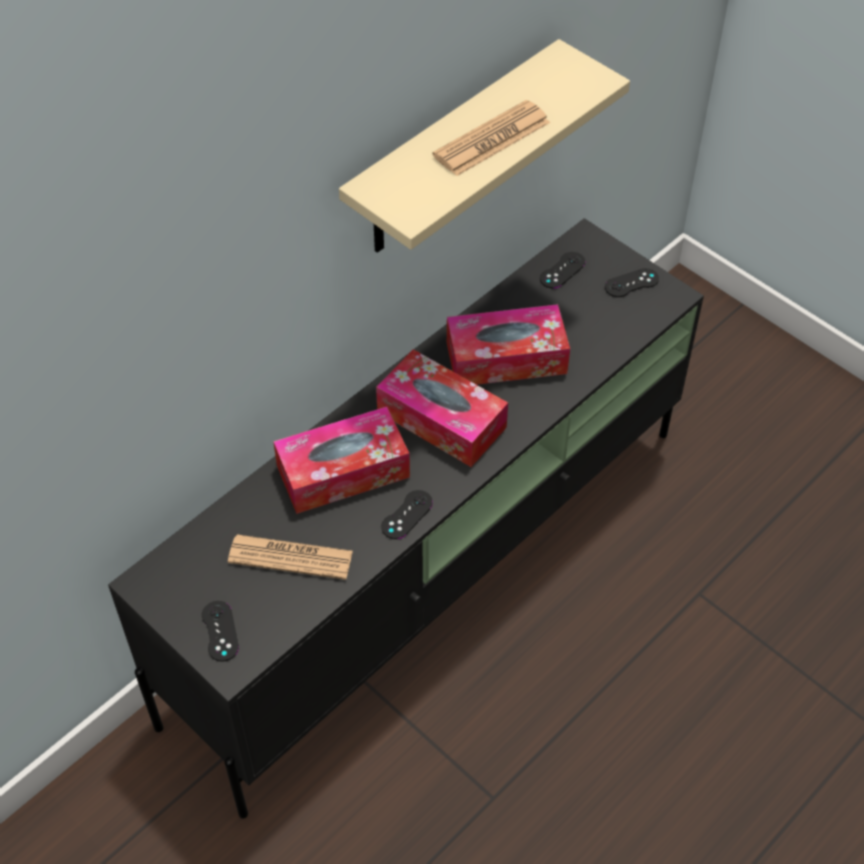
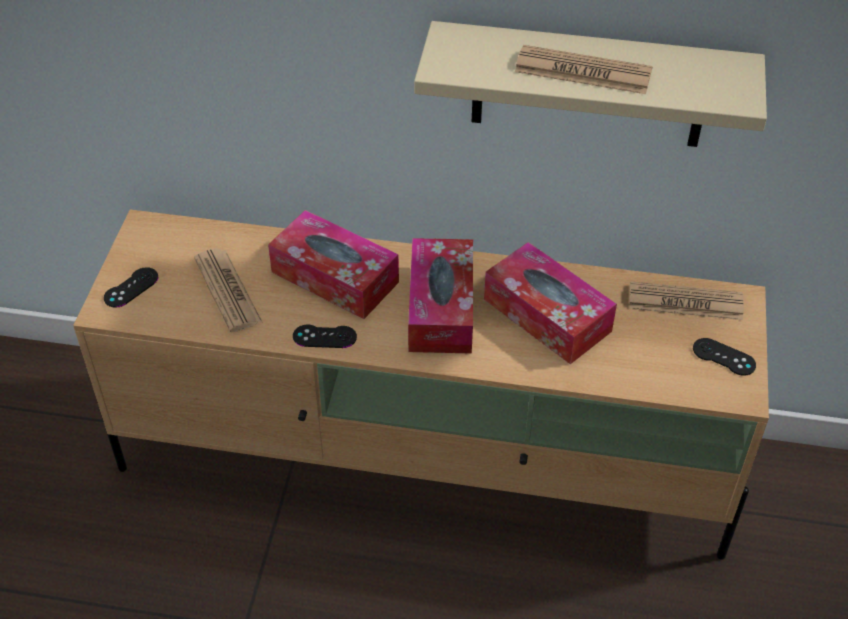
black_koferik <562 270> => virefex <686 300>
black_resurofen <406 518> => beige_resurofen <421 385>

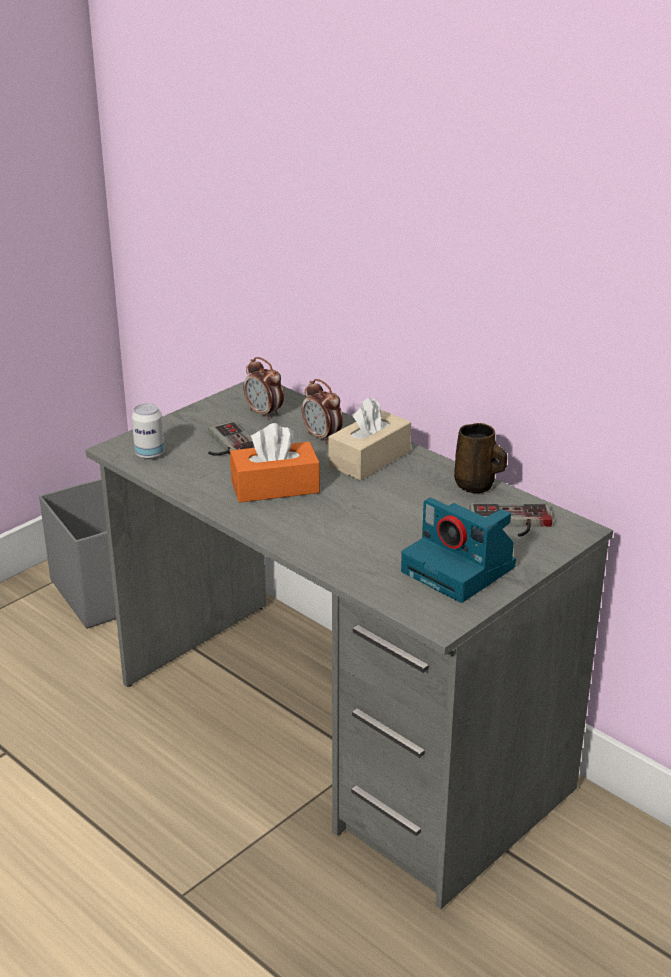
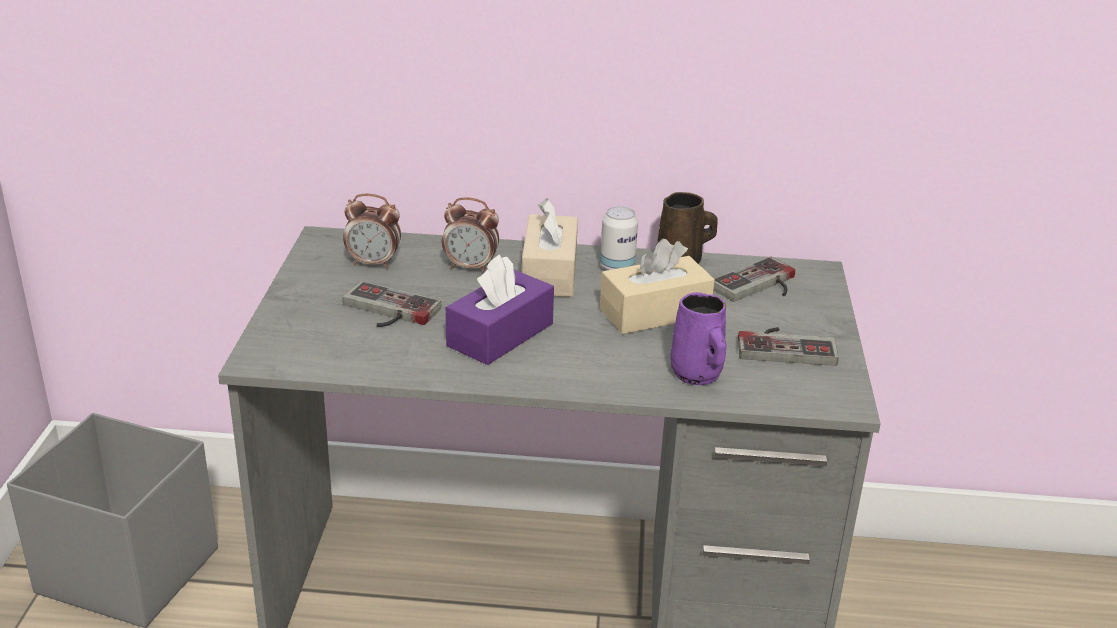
nothing => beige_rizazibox <657 286>
nothing => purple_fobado <698 338>
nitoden <148 431> => nitoden <619 238>, move
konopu <458 550> => koferik <788 346>
orange_rizazibox <275 463> => purple_rizazibox <500 309>

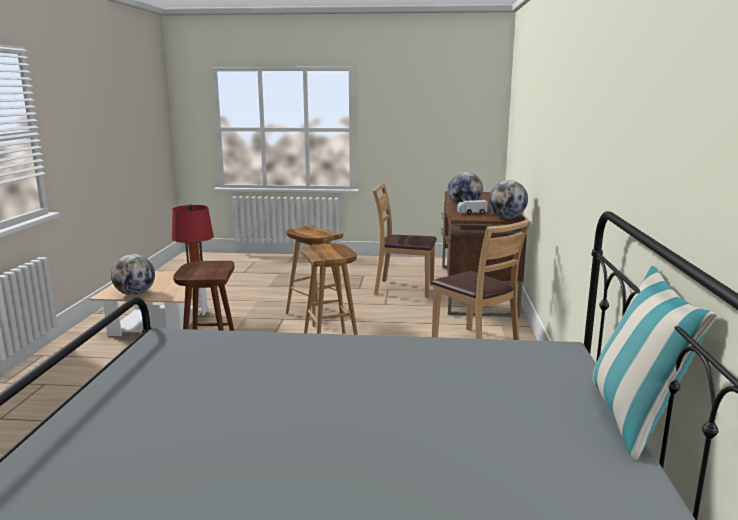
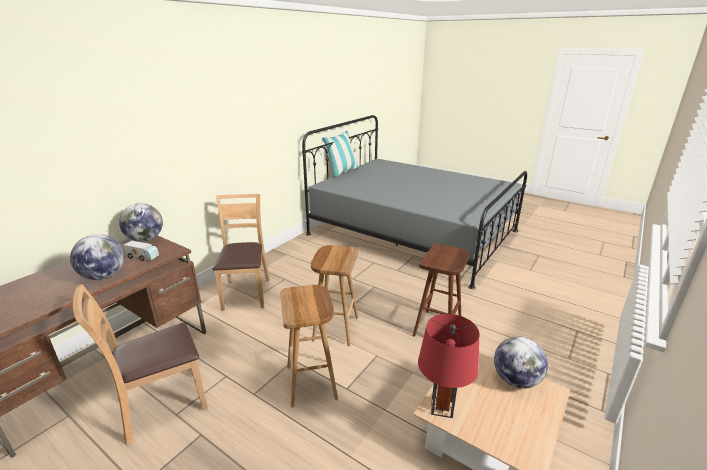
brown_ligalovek <405 241> => brown_ligalovek <140 365>, 105 degrees clockwise

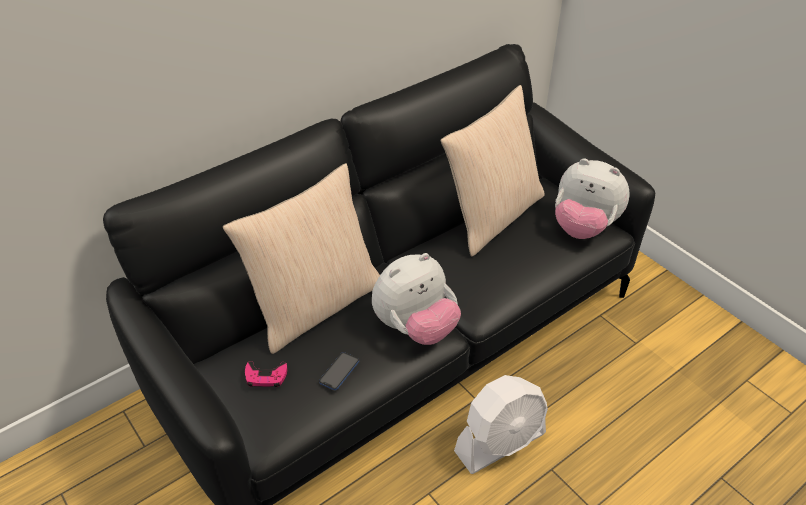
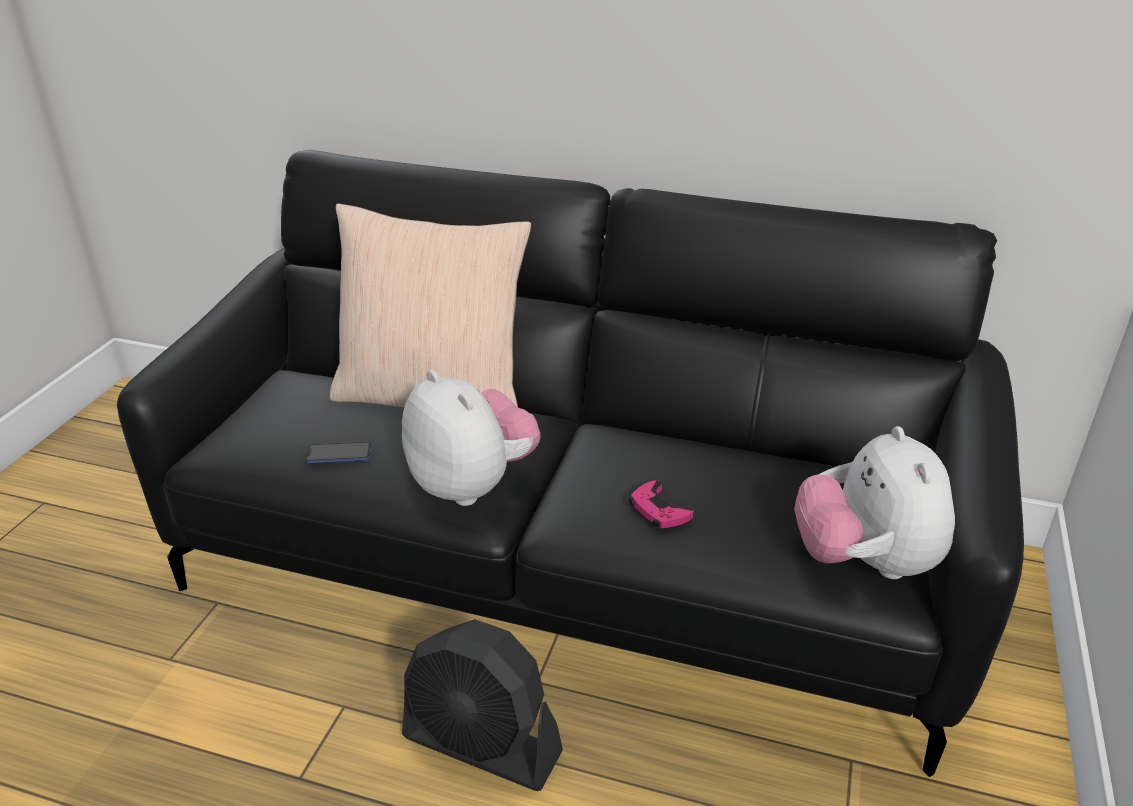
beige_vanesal <493 171> => nothing
pink_koferik <266 374> => pink_koferik <661 504>, move
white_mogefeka <501 424> => black_mogefeka <482 705>
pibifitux <416 299> => pibifitux <471 438>, 150 degrees counterclockwise

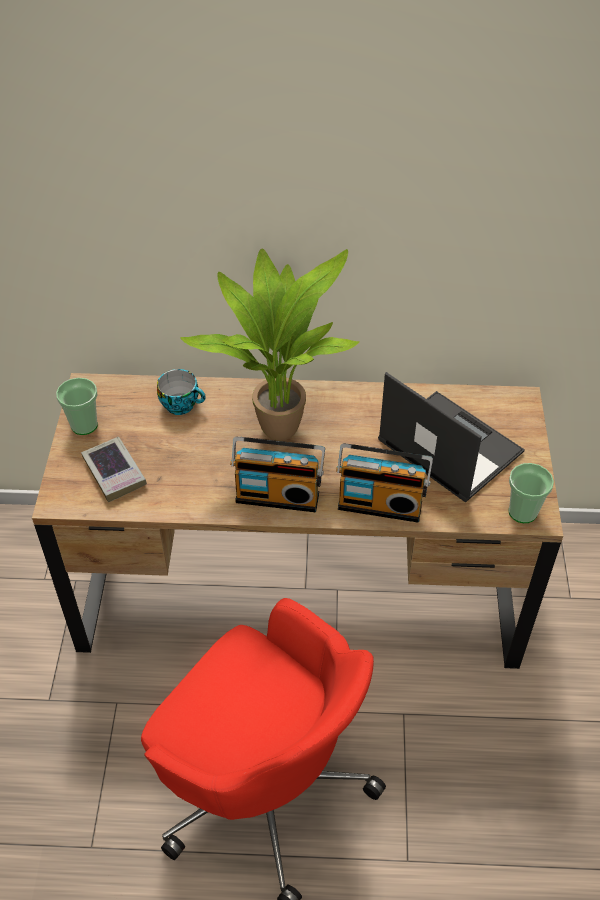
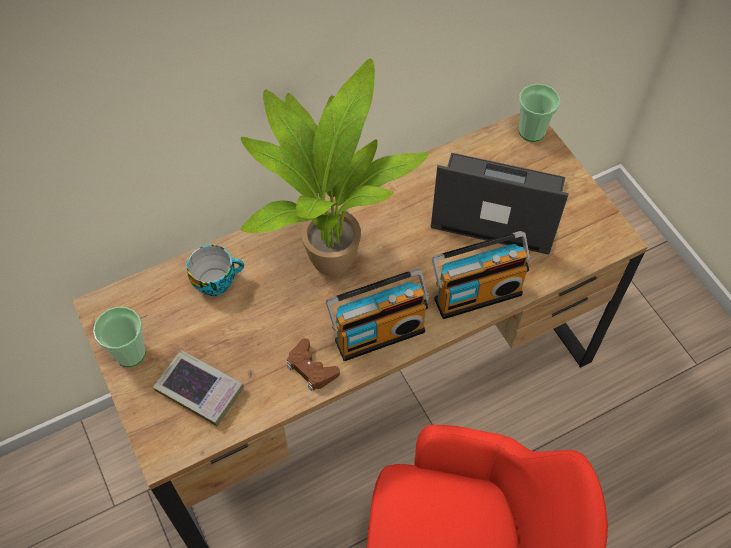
nothing => brown_koferik <313 364>
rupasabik <531 493> => rupasabik <539 113>, move

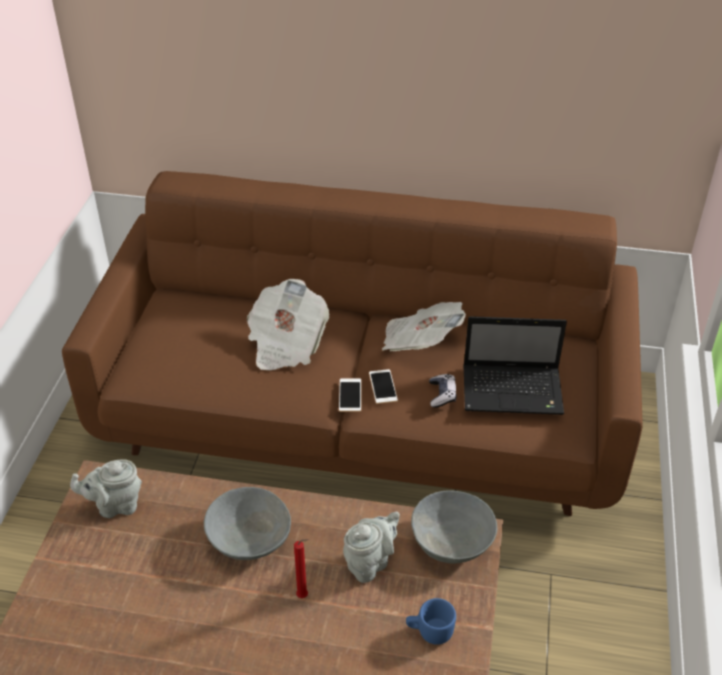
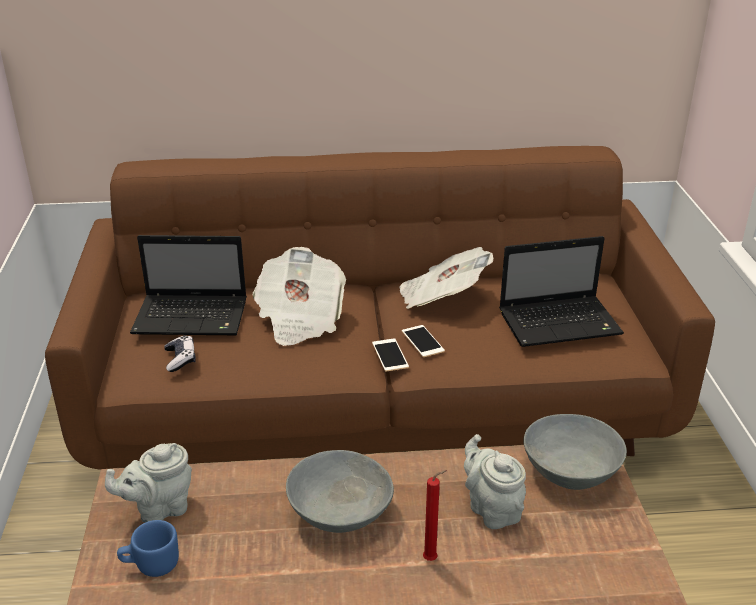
nothing => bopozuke <188 285>
blue_fobado <431 621> => blue_fobado <148 548>, move
koferik <443 391> => koferik <180 353>, move
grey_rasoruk <371 547> => grey_rasoruk <495 481>, 60 degrees counterclockwise

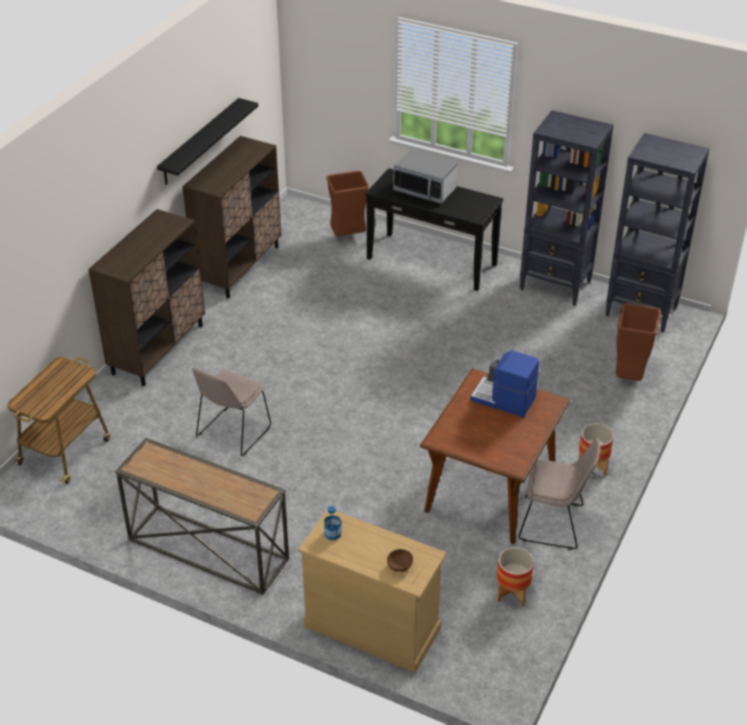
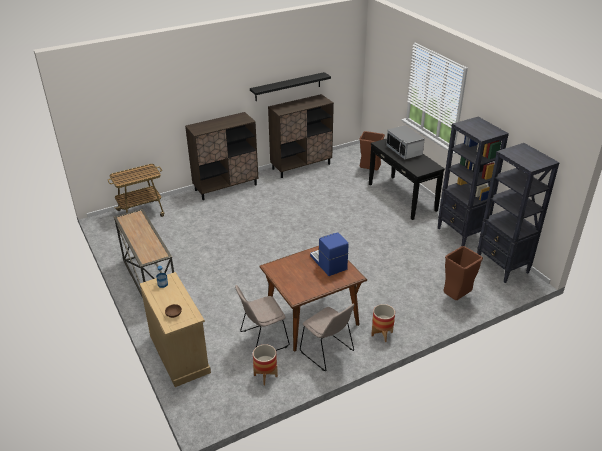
beige_ligalovek <231 411> => beige_ligalovek <262 318>, move

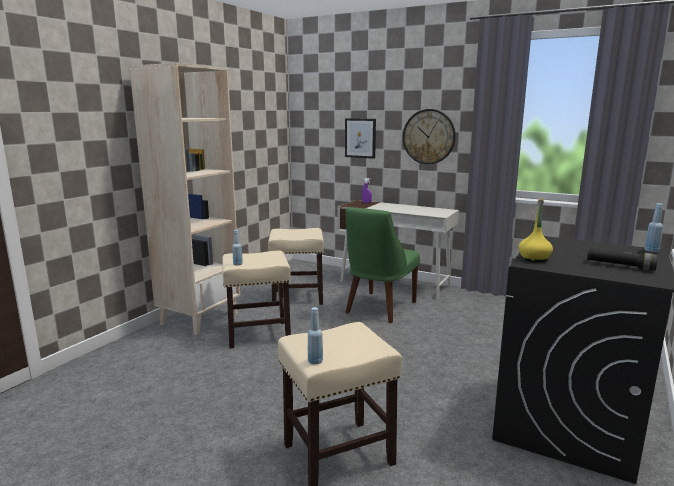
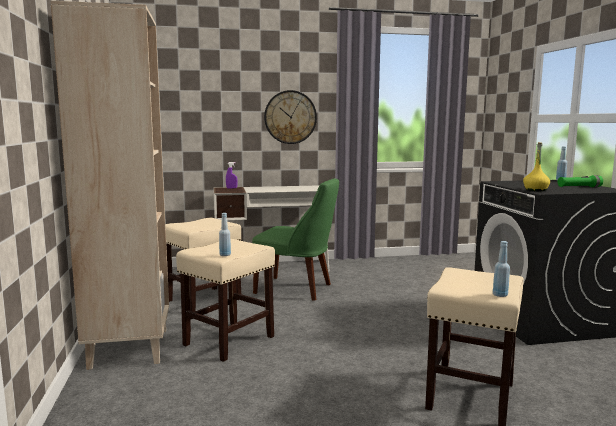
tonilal <360 138> => nothing
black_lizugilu <622 259> => green_lizugilu <580 181>
green_ligalovek <382 265> => green_ligalovek <295 239>, 60 degrees counterclockwise

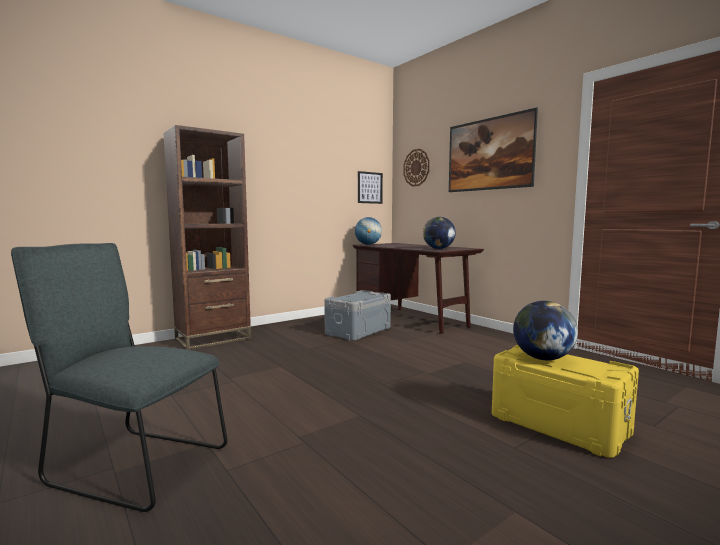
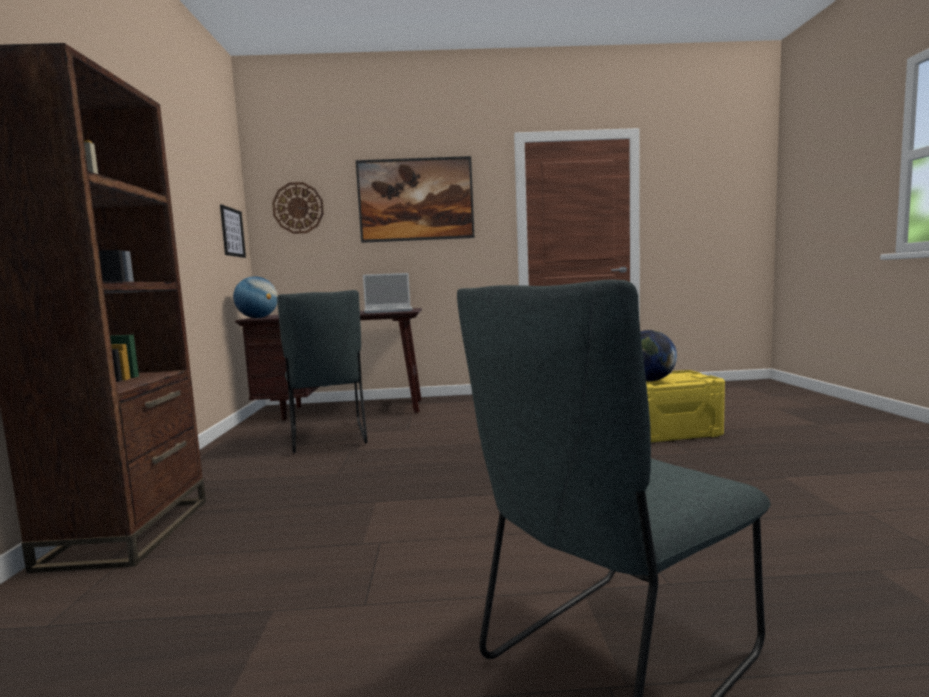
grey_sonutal <357 315> => grey_ligalovek <322 371>
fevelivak <439 233> => bopozuke <388 293>

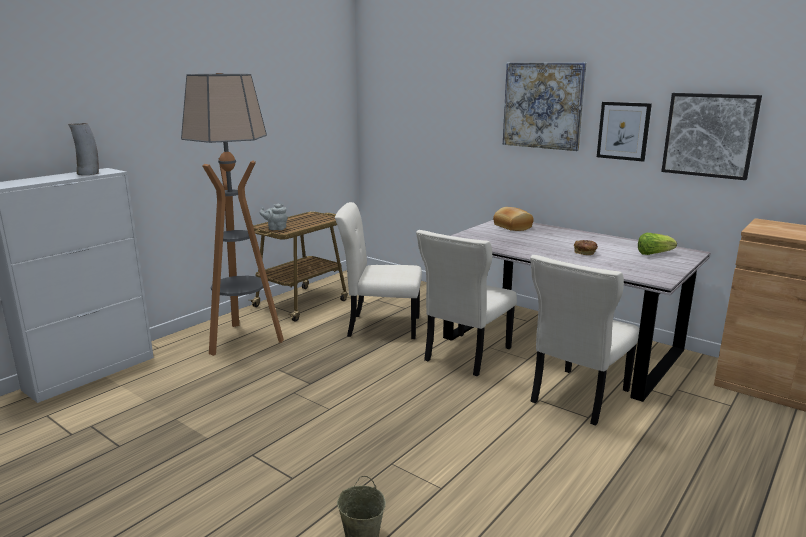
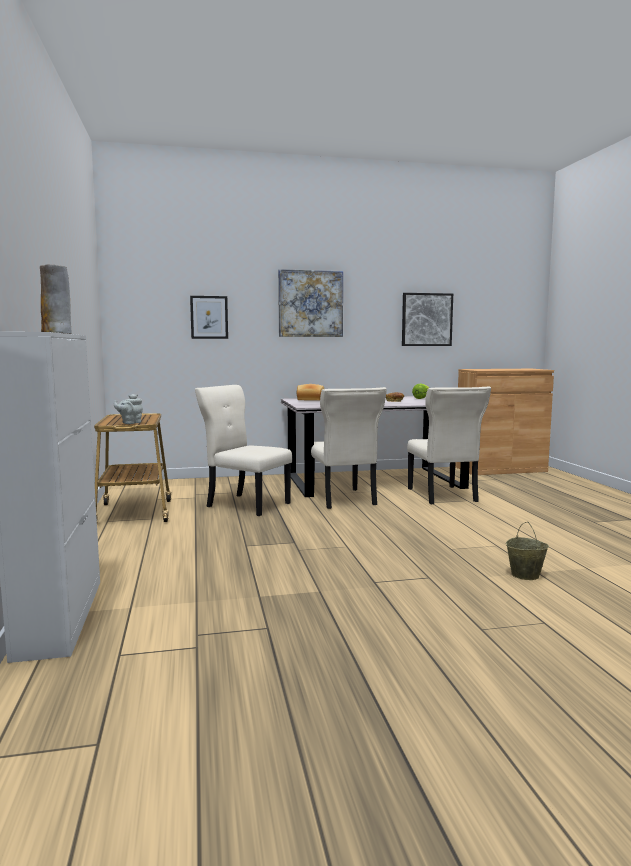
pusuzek <232 214> => nothing
tonilal <624 132> => tonilal <209 317>, move
beige_ligalovek <378 270> => beige_ligalovek <243 450>, 75 degrees clockwise

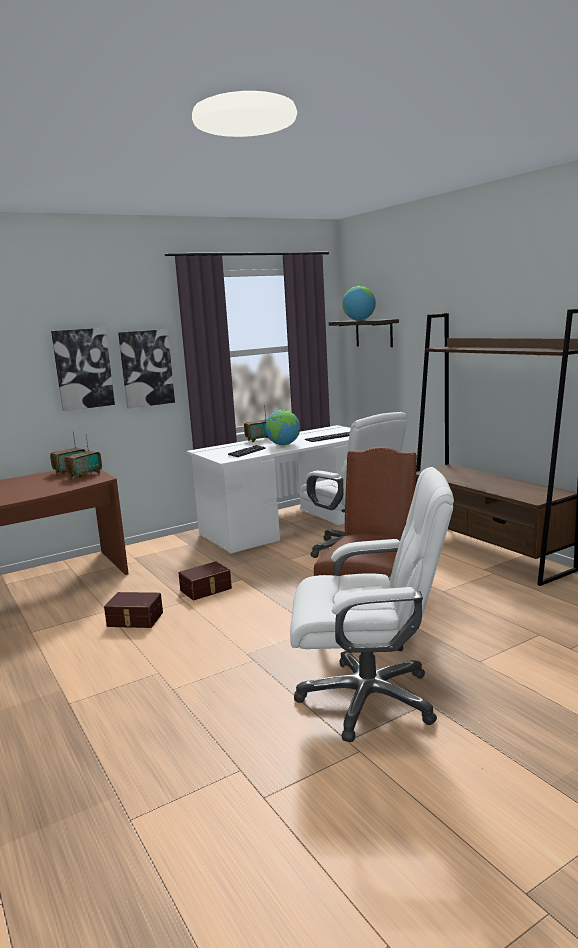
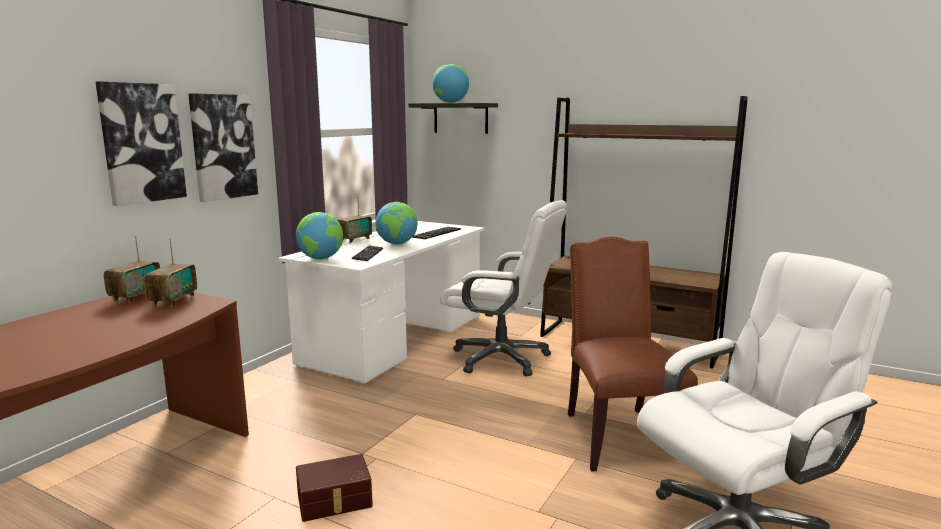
brown_sonutal <205 581> => nothing
nothing => fevelivak <319 235>

